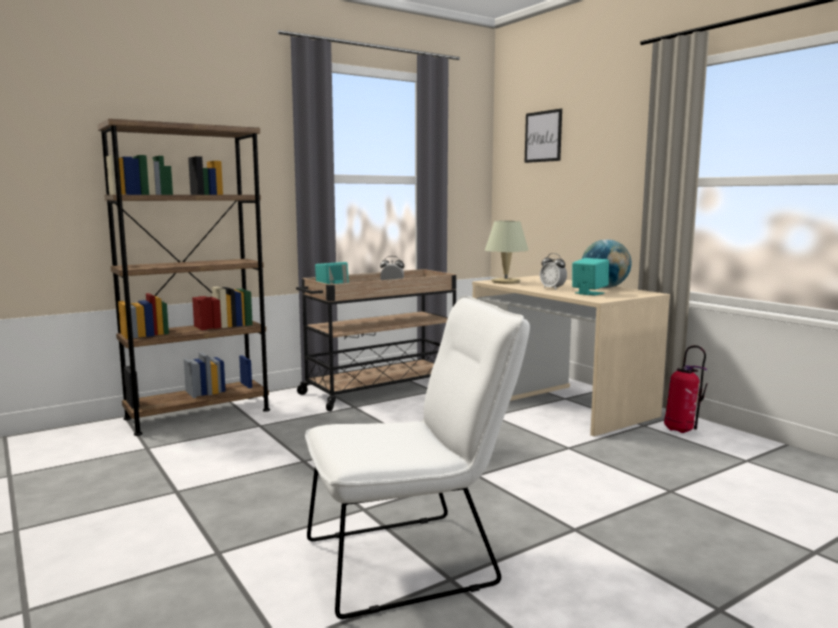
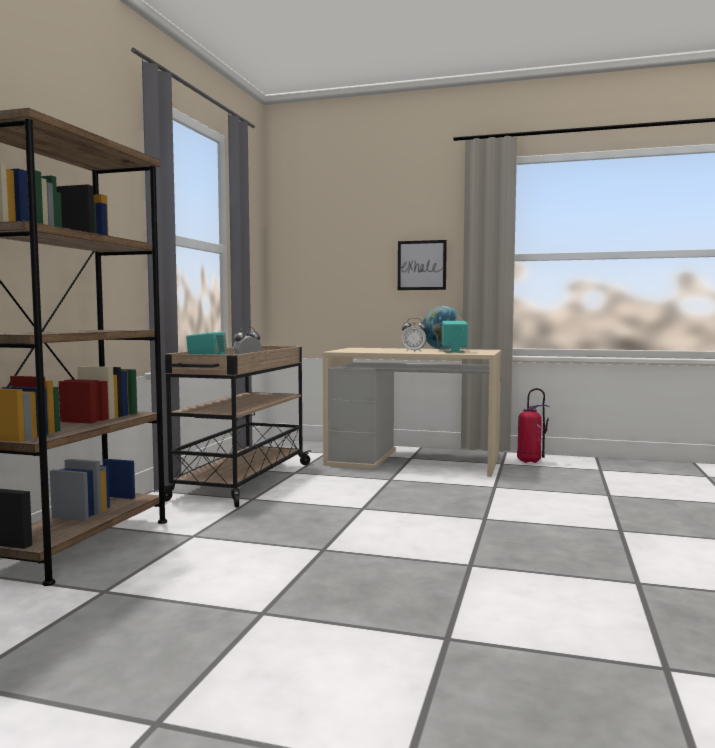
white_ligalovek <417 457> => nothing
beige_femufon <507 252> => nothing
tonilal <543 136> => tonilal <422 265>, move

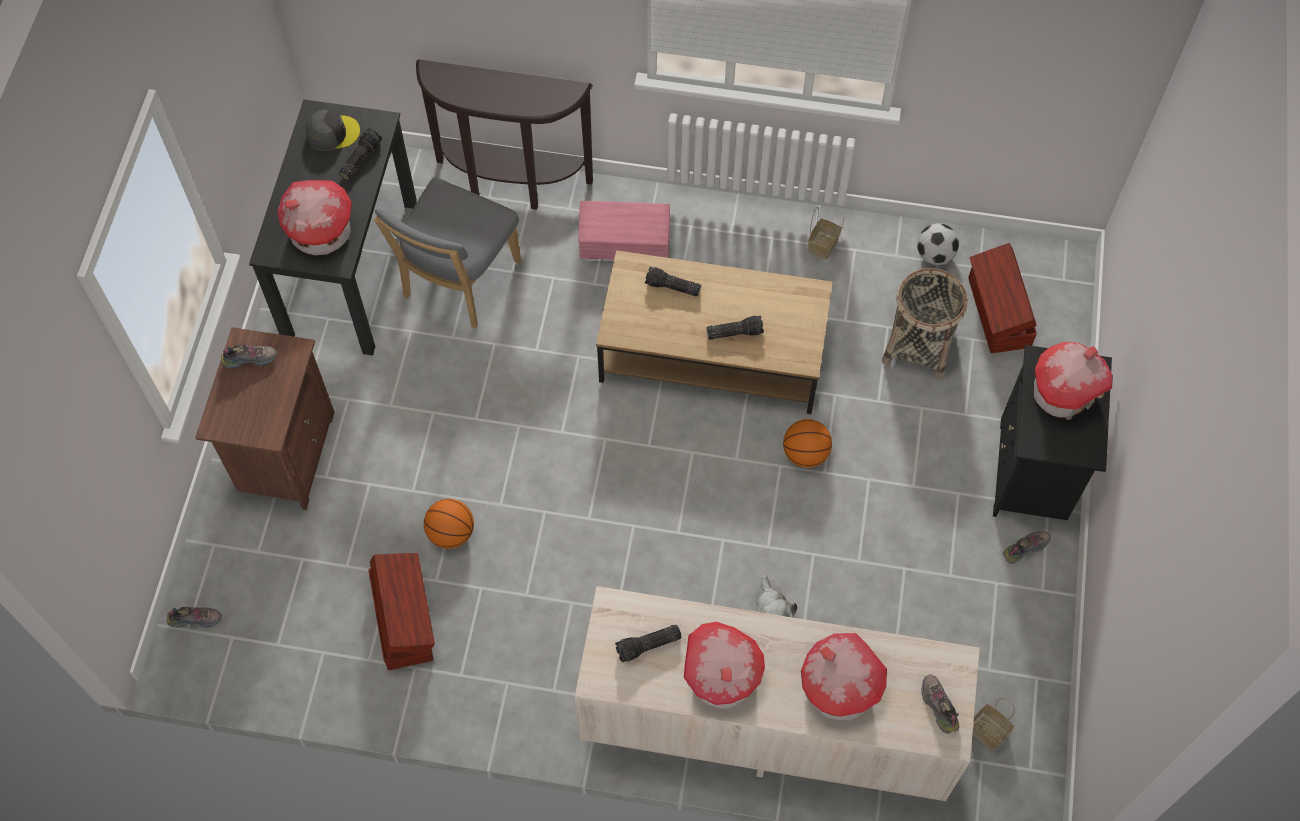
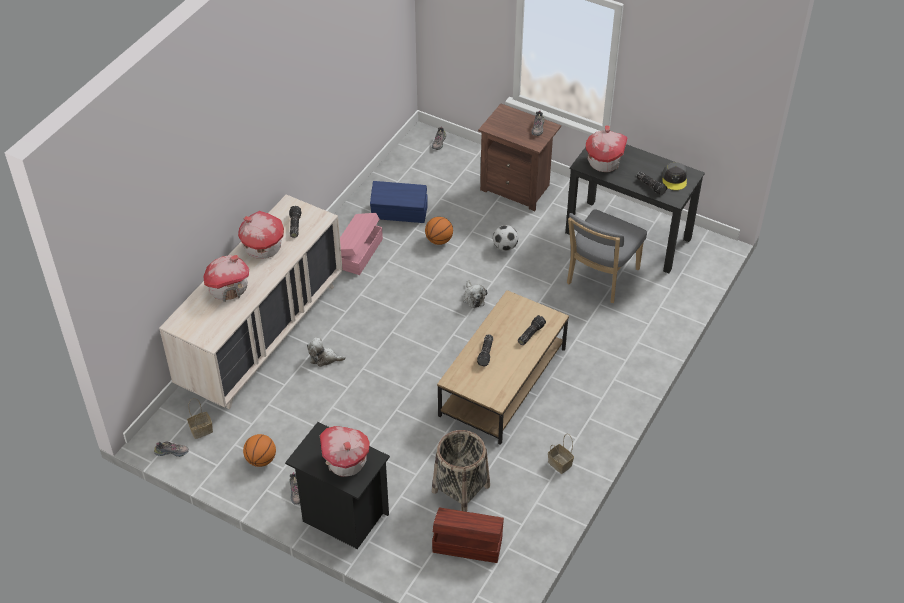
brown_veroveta <504 134> => nothing
nothing => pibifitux <475 294>
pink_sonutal <624 230> => pink_sonutal <361 244>, move
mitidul <807 443> => mitidul <259 450>, move
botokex <938 244> => botokex <506 238>, move
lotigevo <940 704> => lotigevo <171 449>, move
brown_sonutal <401 611> => blue_sonutal <399 202>
grey_ligalovek <447 253> => grey_ligalovek <607 256>, 105 degrees counterclockwise

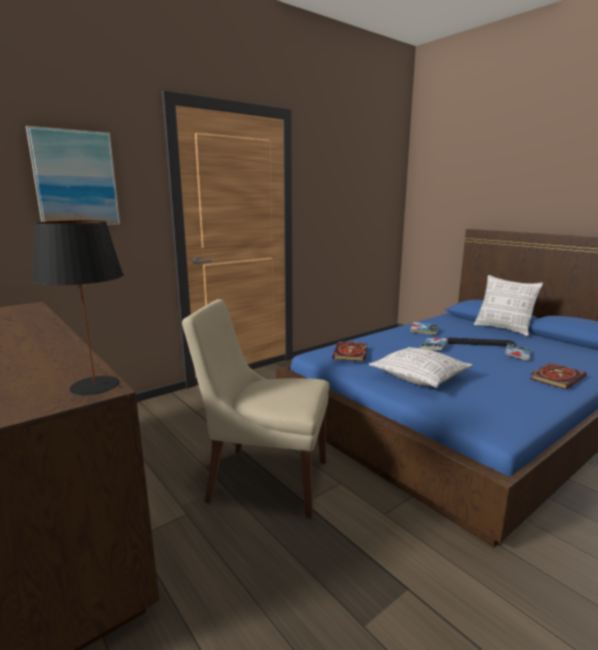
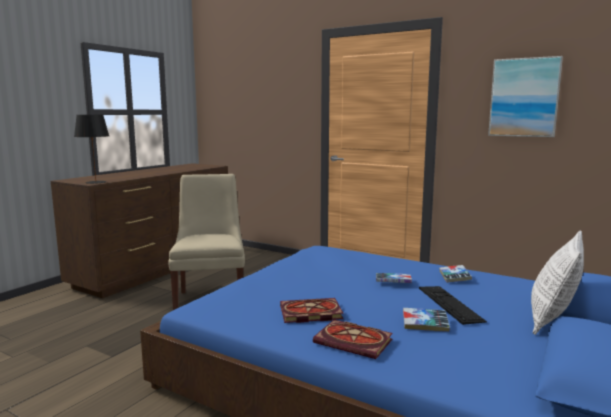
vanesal <421 367> => nothing
tonilal <73 175> => tonilal <525 96>, move
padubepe <349 351> => padubepe <312 310>, move

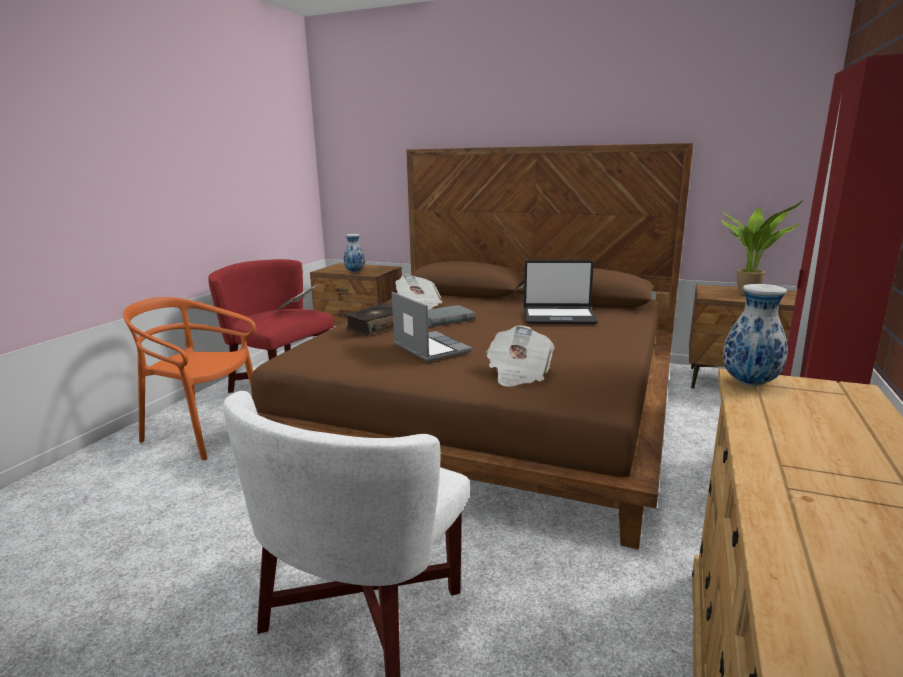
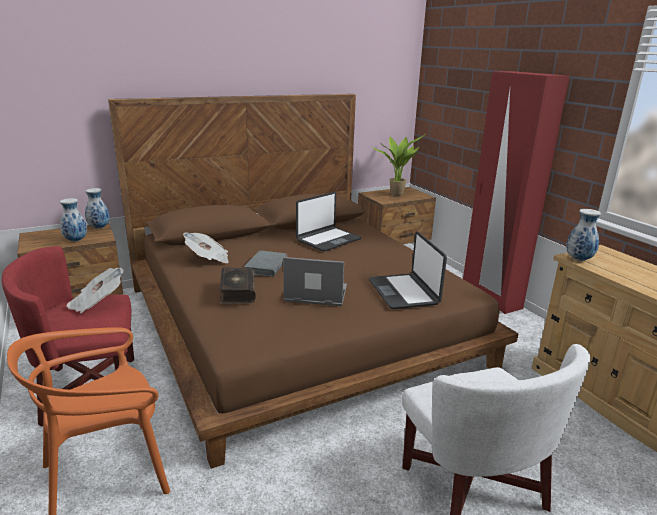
nothing => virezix <97 208>
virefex <520 356> => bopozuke <408 270>

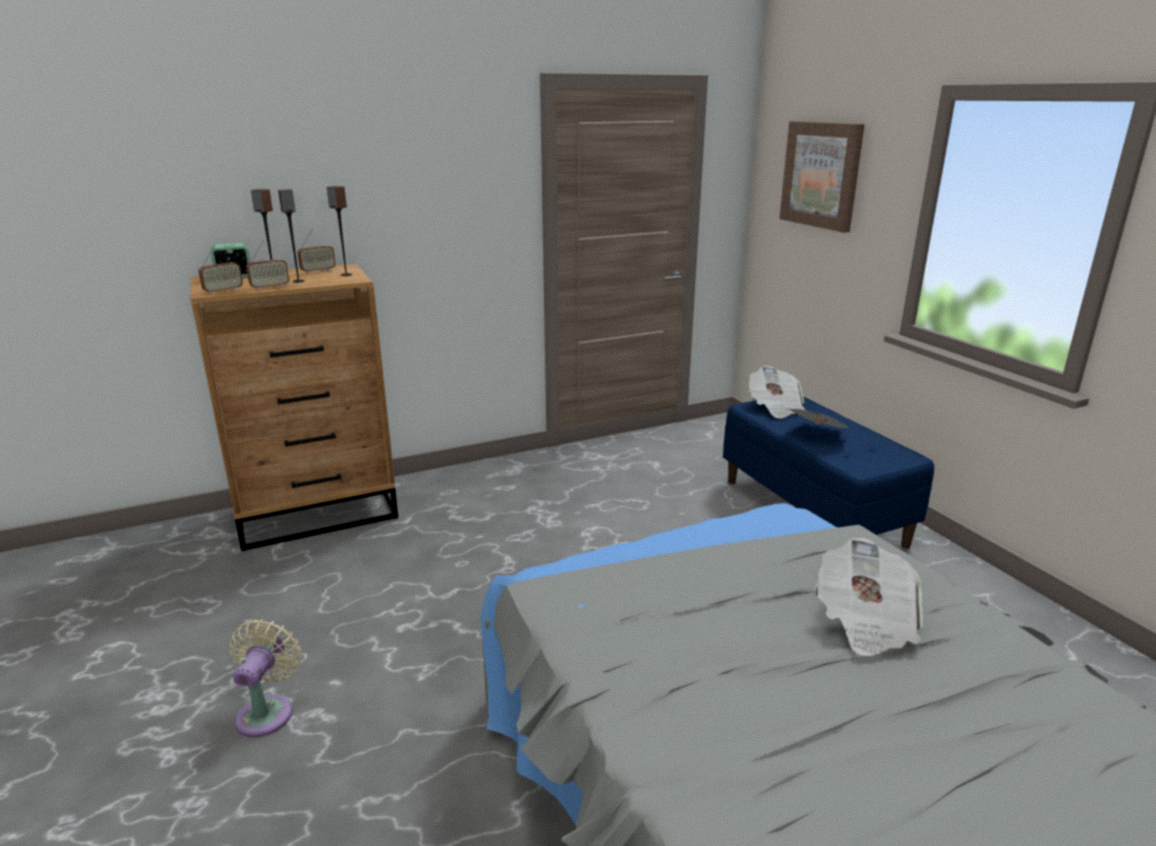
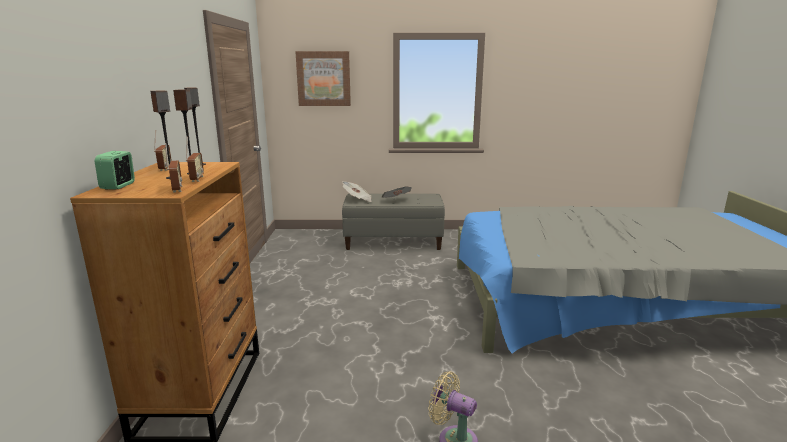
virefex <869 597> => nothing
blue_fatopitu <828 473> => grey_fatopitu <393 222>

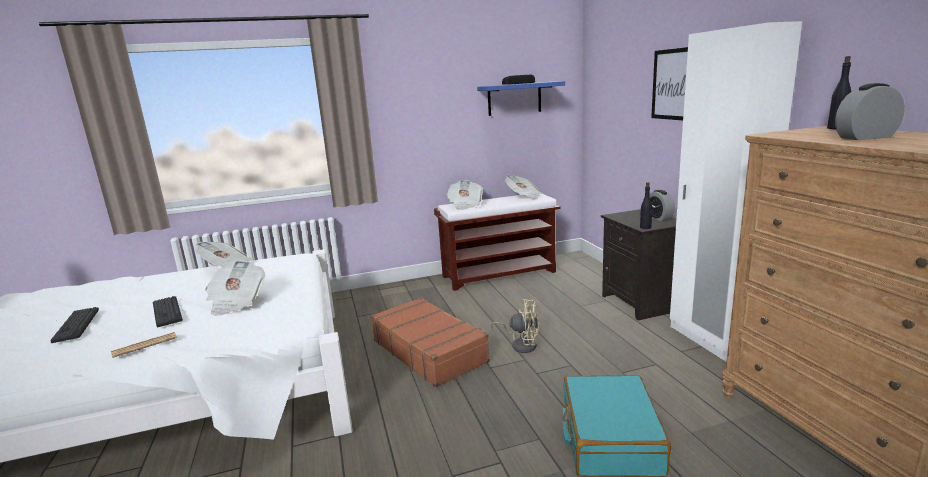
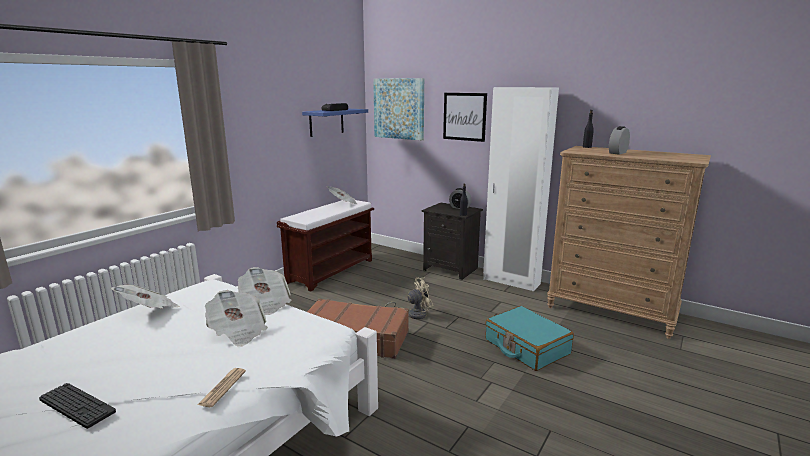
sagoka <168 311> => nothing
nothing => tonilal <398 109>
virefex <464 195> => virefex <265 291>, move

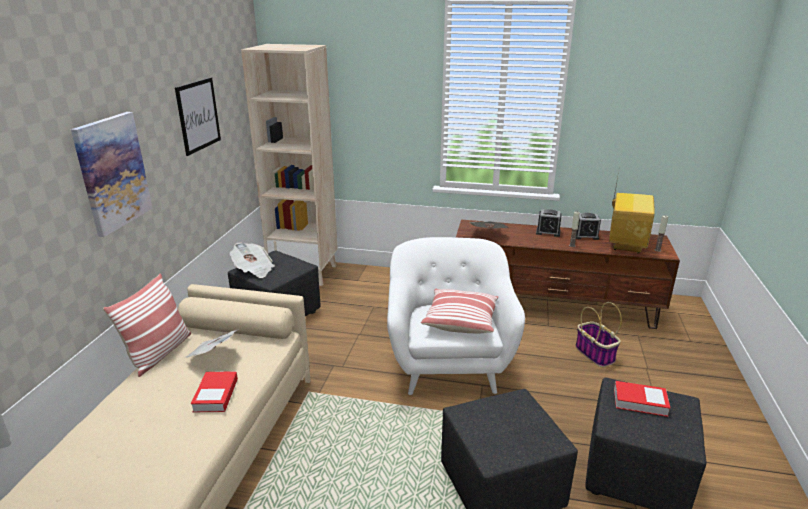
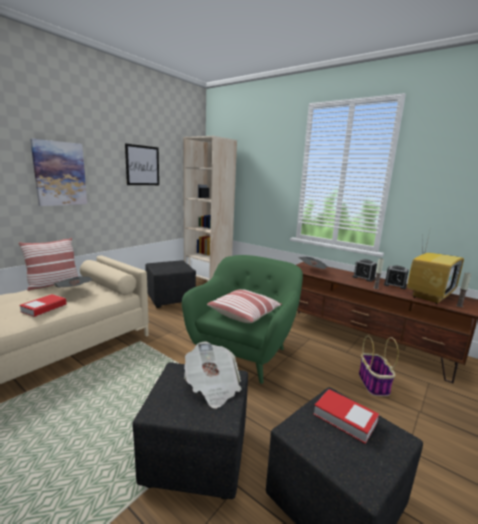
virefex <252 260> => virefex <213 375>, move
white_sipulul <456 316> => green_sipulul <242 319>

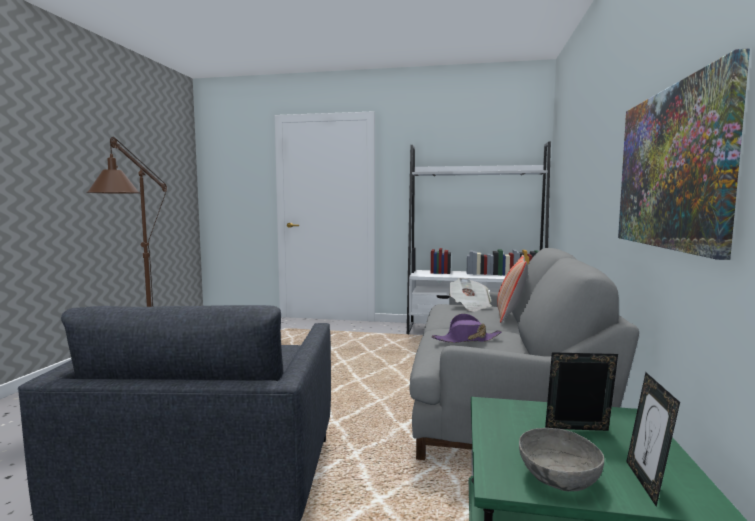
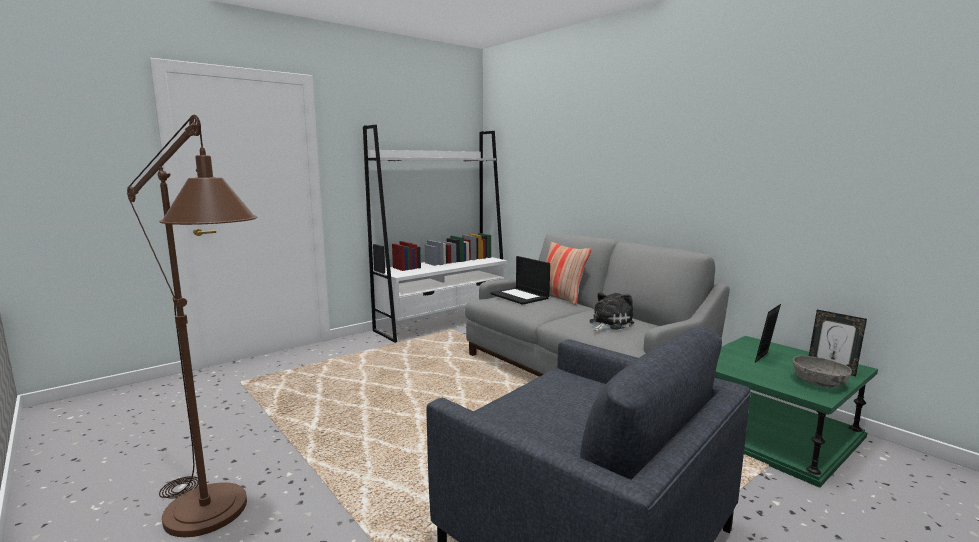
tonilal <684 154> => nothing
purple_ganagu <467 328> => pibifitux <611 312>
virefex <470 294> => bopozuke <520 280>

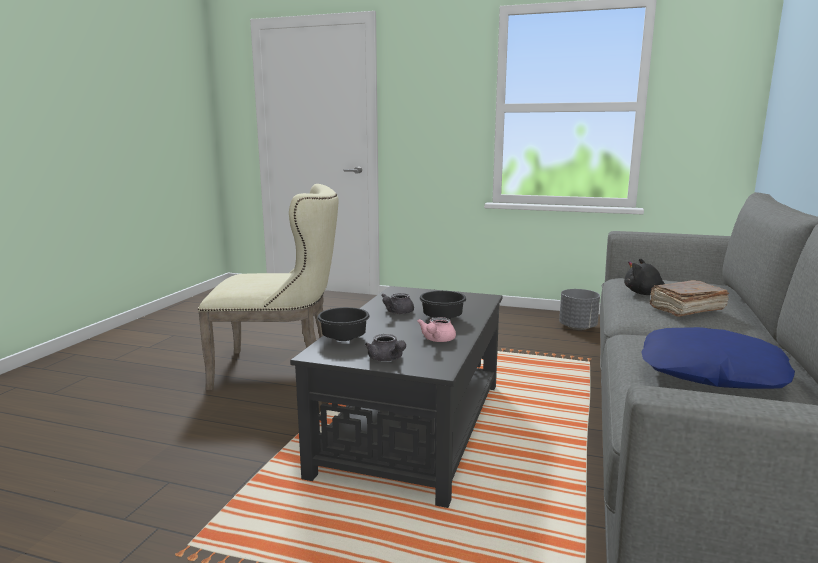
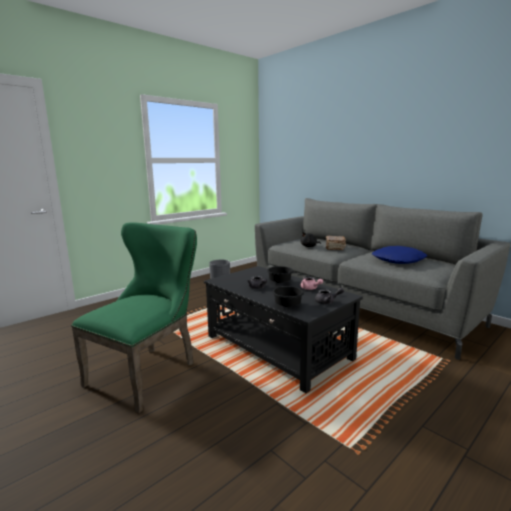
beige_ligalovek <268 287> => green_ligalovek <134 317>

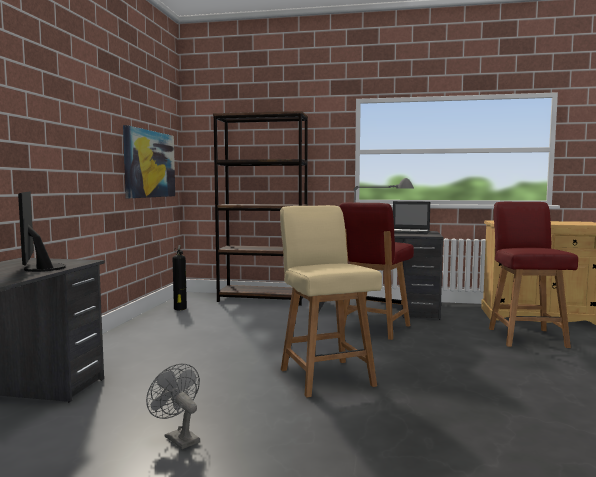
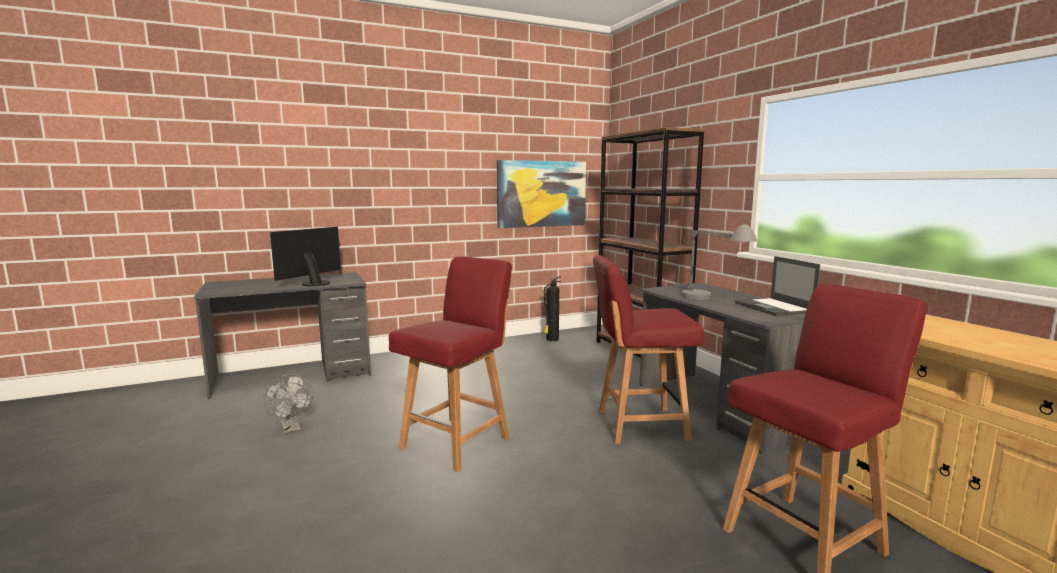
beige_ligalovek <331 301> => red_ligalovek <450 364>
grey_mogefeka <173 406> => grey_mogefeka <288 403>, 135 degrees clockwise

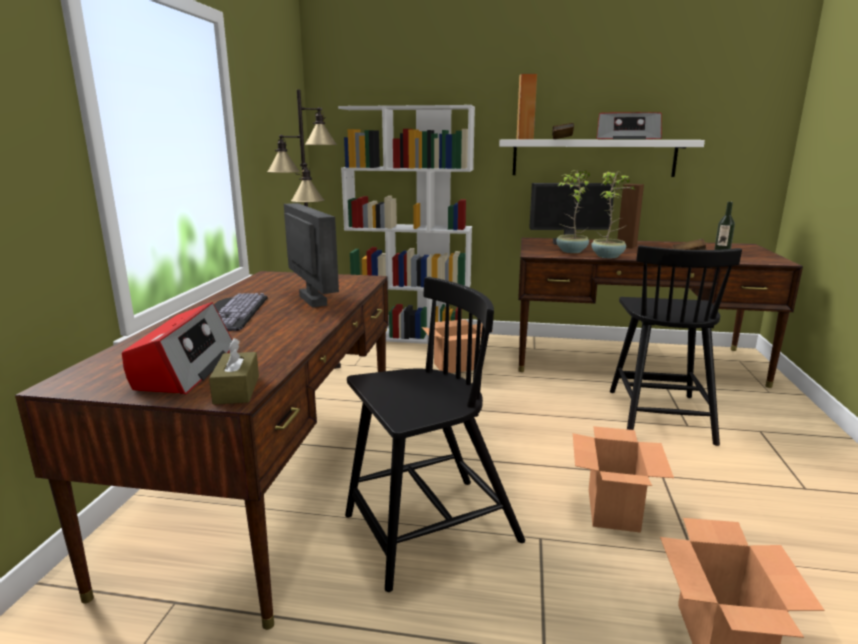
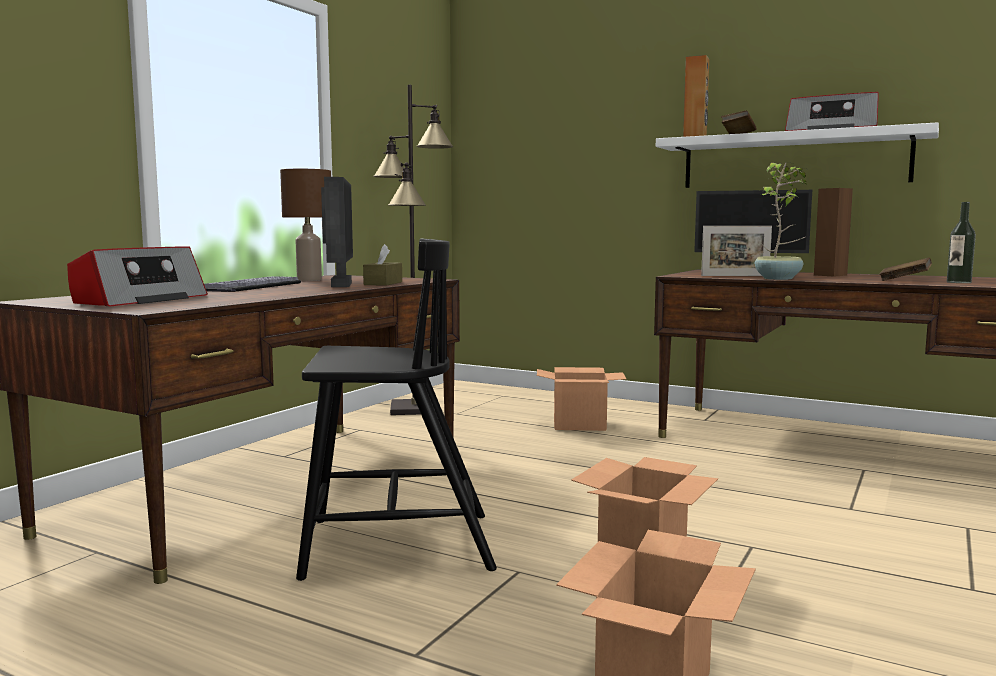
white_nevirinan <406 224> => nothing
black_ligalovek <676 345> => nothing
nothing => brown_femufon <305 225>
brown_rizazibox <234 371> => brown_rizazibox <382 265>, move
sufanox <573 211> => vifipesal <736 251>

